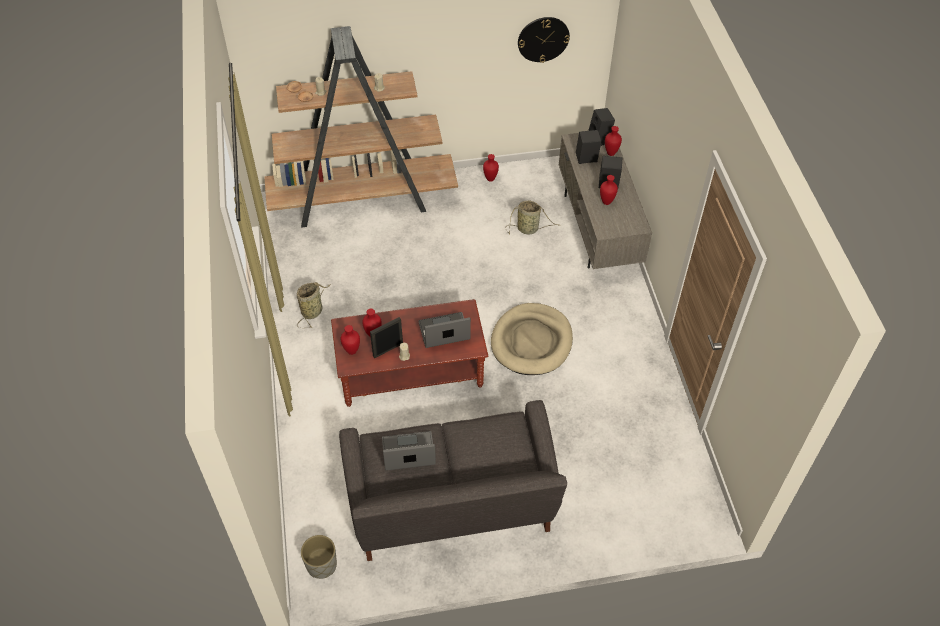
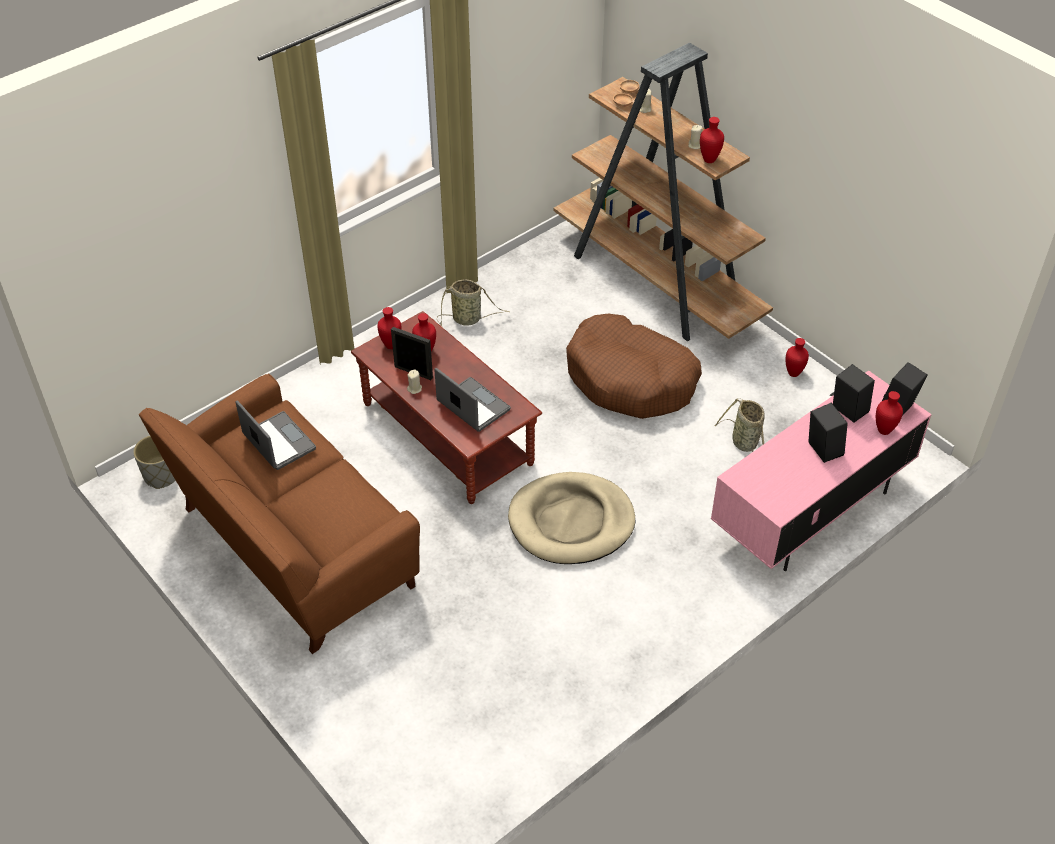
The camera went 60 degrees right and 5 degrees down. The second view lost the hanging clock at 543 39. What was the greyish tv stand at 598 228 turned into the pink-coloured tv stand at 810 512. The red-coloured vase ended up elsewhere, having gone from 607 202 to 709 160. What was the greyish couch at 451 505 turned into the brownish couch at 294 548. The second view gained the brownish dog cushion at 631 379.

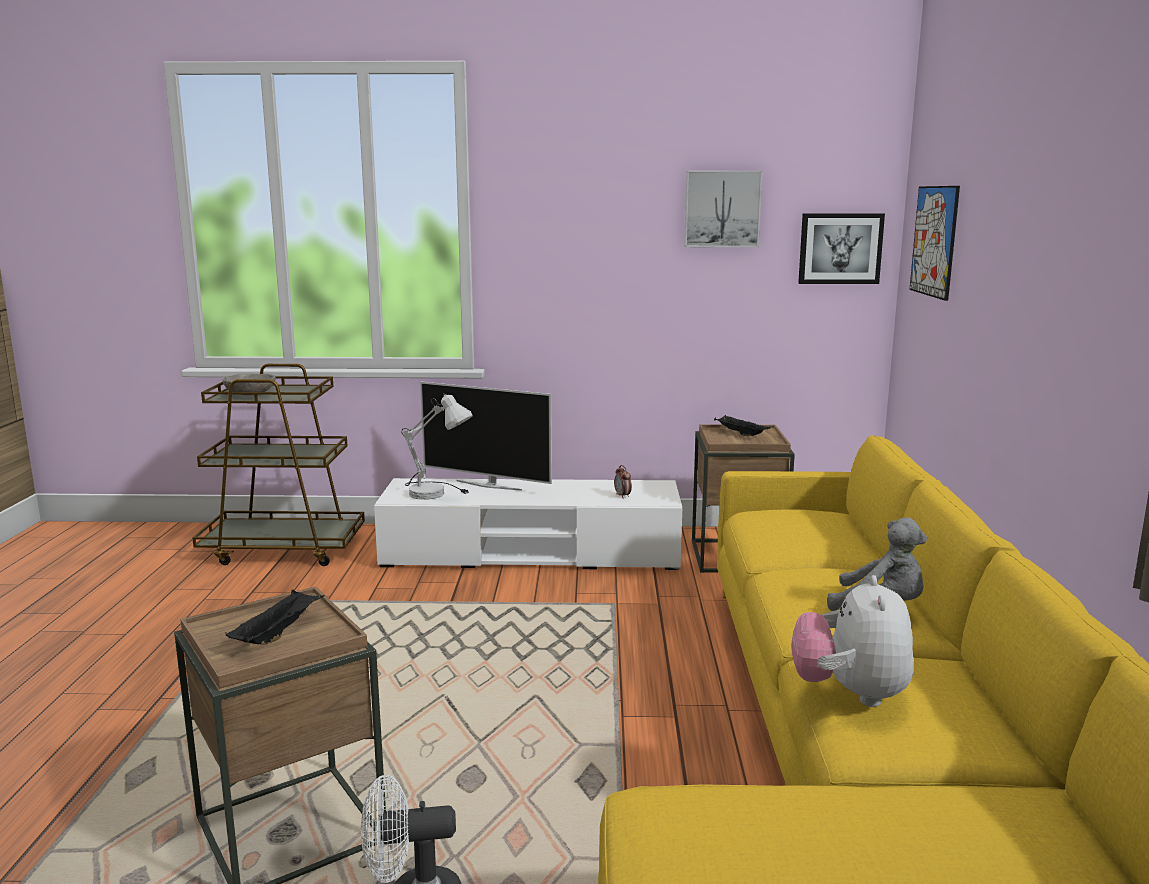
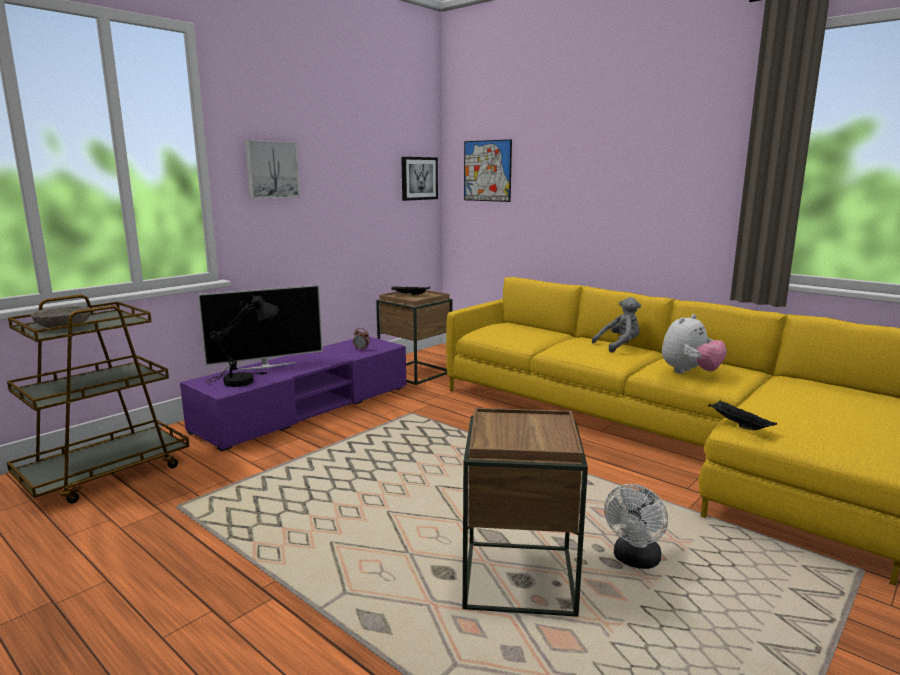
The camera went 50 degrees left and 0 degrees up. The wall art ended up elsewhere, having gone from 722 209 to 271 170. What was the white-coloured tabletop lamp at 438 493 turned into the blackish tabletop lamp at 244 379. What was the white-coloured tv stand at 531 553 turned into the purple-coloured tv stand at 306 408. The cuddly toy at 850 694 ended up facing another way, 90 degrees counterclockwise from before. The blackish carrying tray ended up elsewhere, having gone from 278 633 to 738 425.

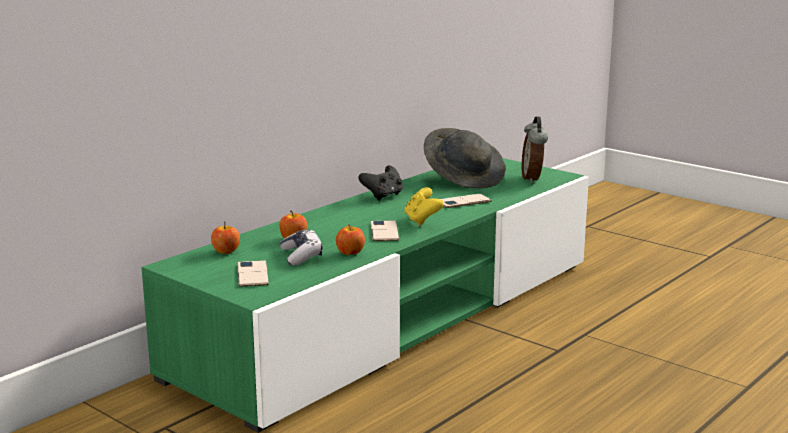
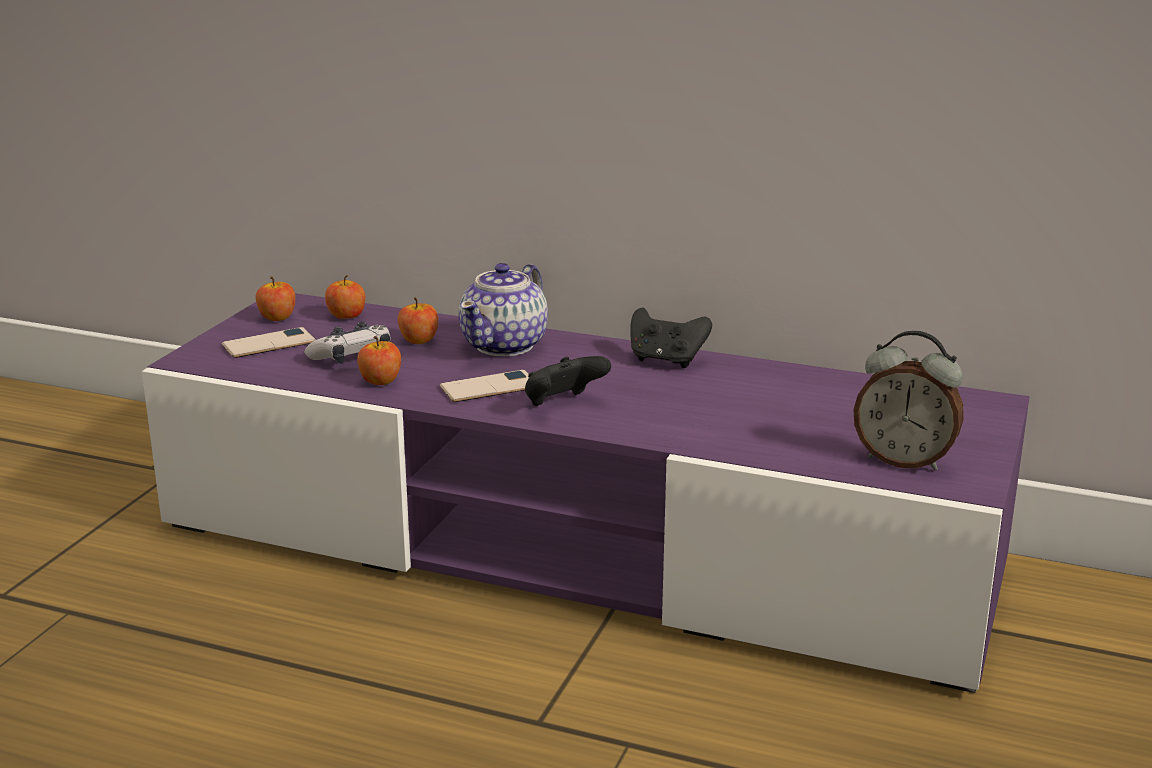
The camera went 70 degrees right and 5 degrees up. The alarm clock at 533 179 ended up facing another way, 135 degrees counterclockwise from before. The second view lost the greyish hat at 464 178. What was the green tv stand at 394 317 turned into the purple-coloured tv stand at 576 547. What was the yellow gamepad at 422 220 turned into the blackish gamepad at 563 404. The second view lost the handset at 463 201. The second view gained the teapot at 505 345. The second view gained the apple at 277 318.

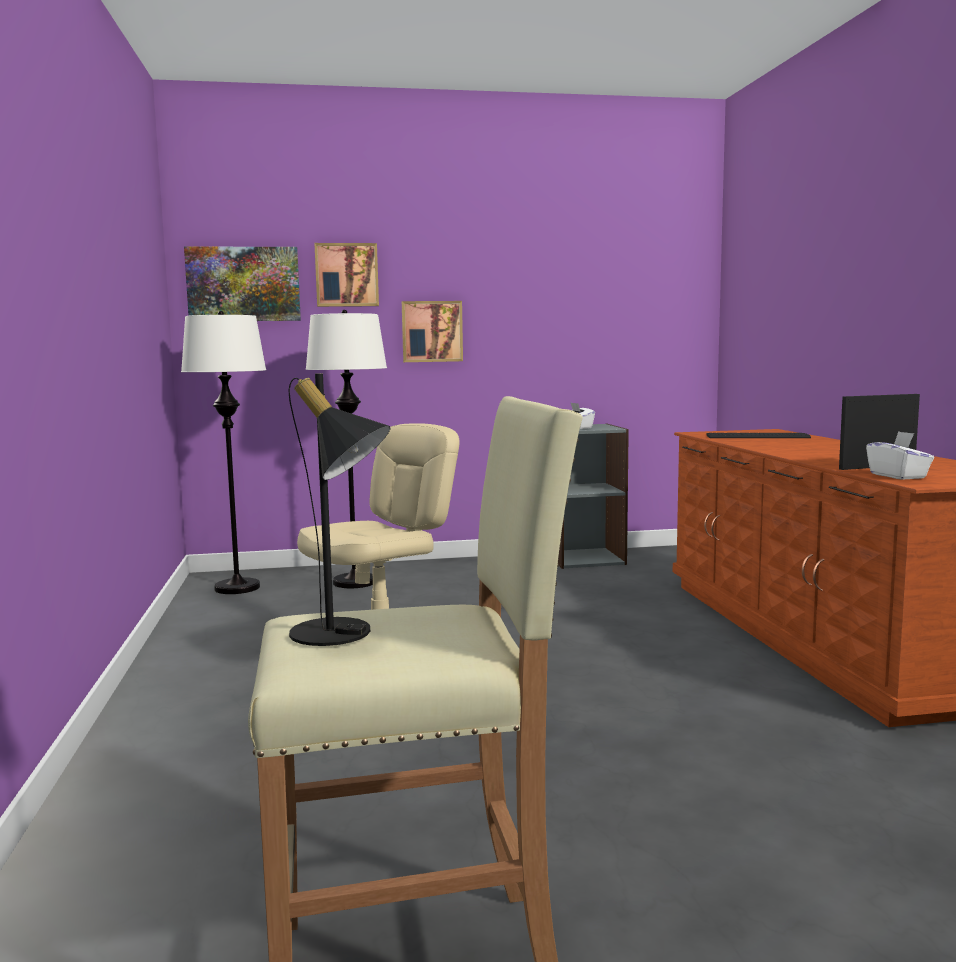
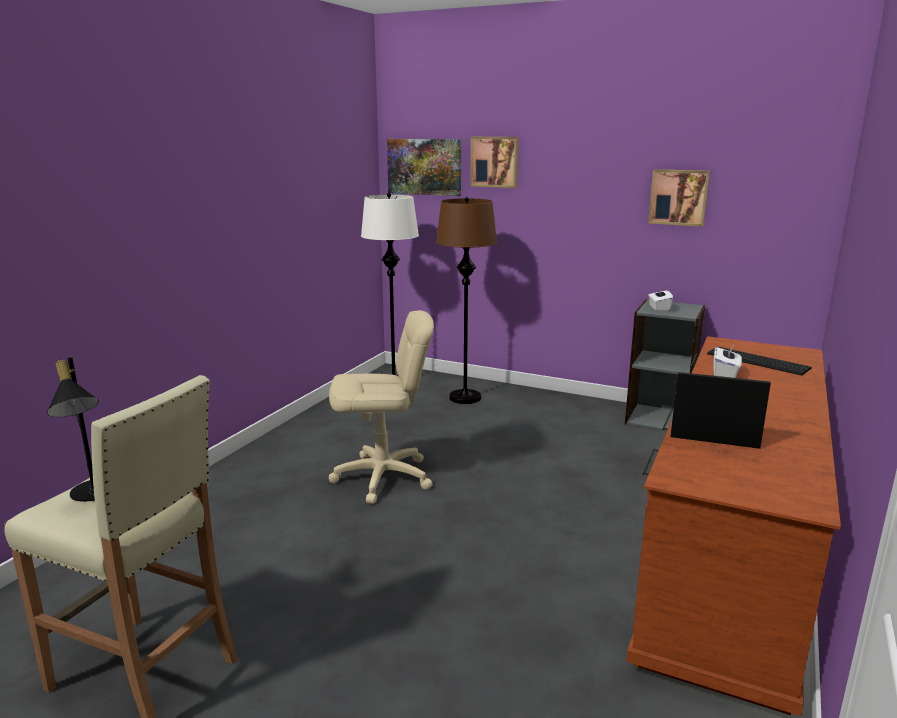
The camera went 35 degrees right and 10 degrees up. The wall art ended up elsewhere, having gone from 432 331 to 678 197. What was the white-coloured standard lamp at 354 582 turned into the brownish standard lamp at 464 398. The white-coloured tissue box ended up elsewhere, having gone from 898 476 to 725 374.

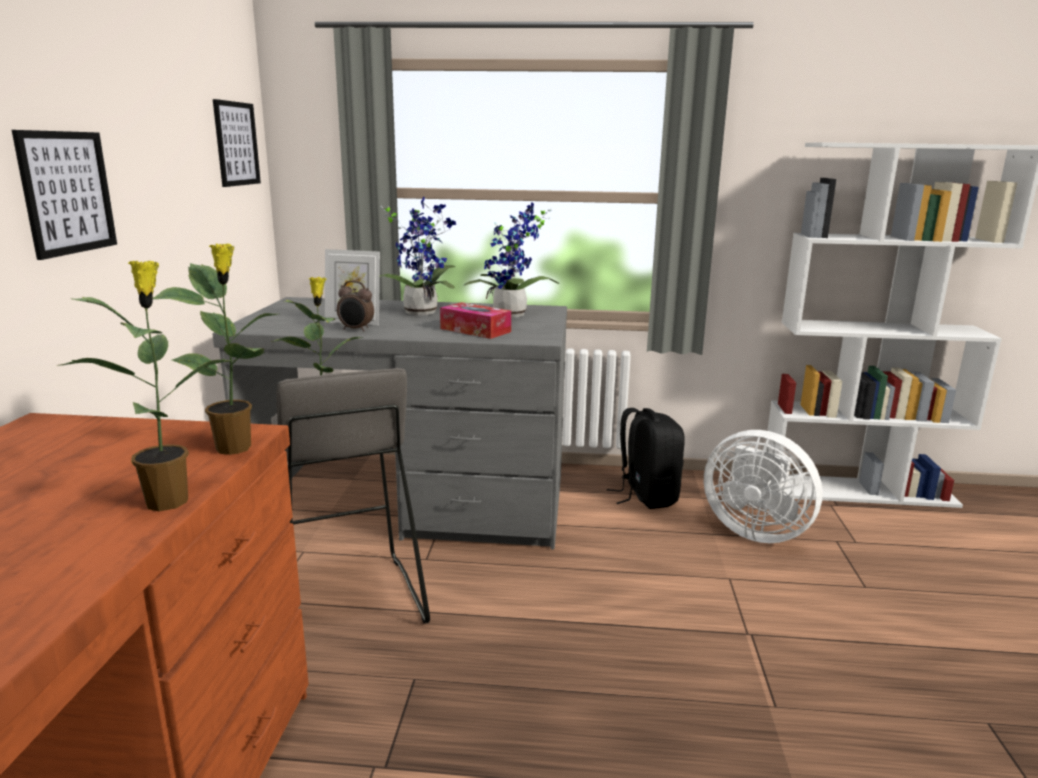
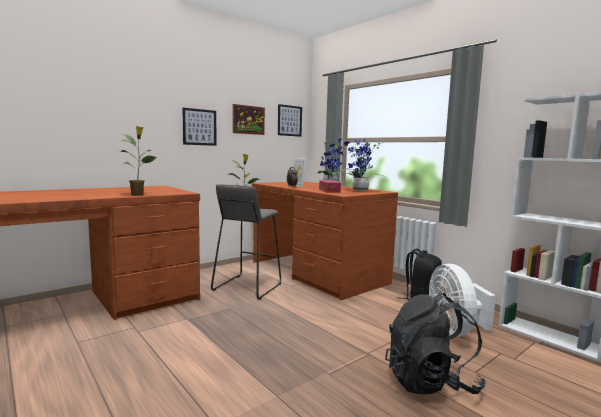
The camera went 45 degrees right and 10 degrees down. The second view lost the plant in a pot at 236 448. What was the greyish desk at 414 503 turned into the brownish desk at 316 272. The second view gained the wall art at 248 120. The second view gained the blackish backpack at 430 382.

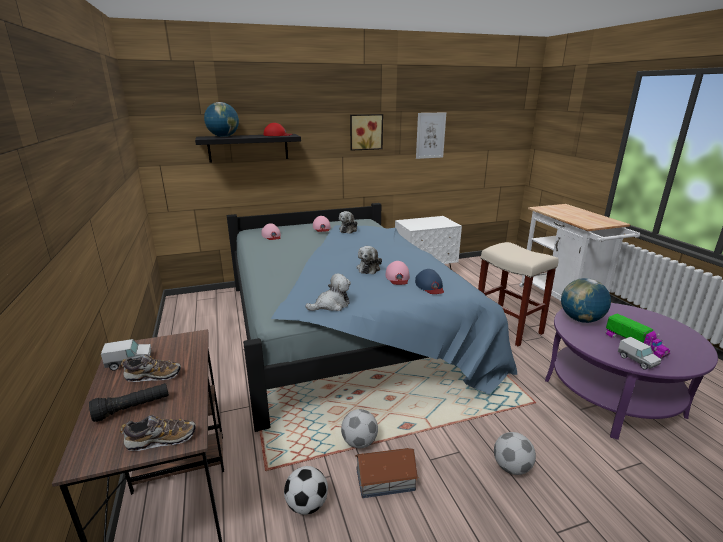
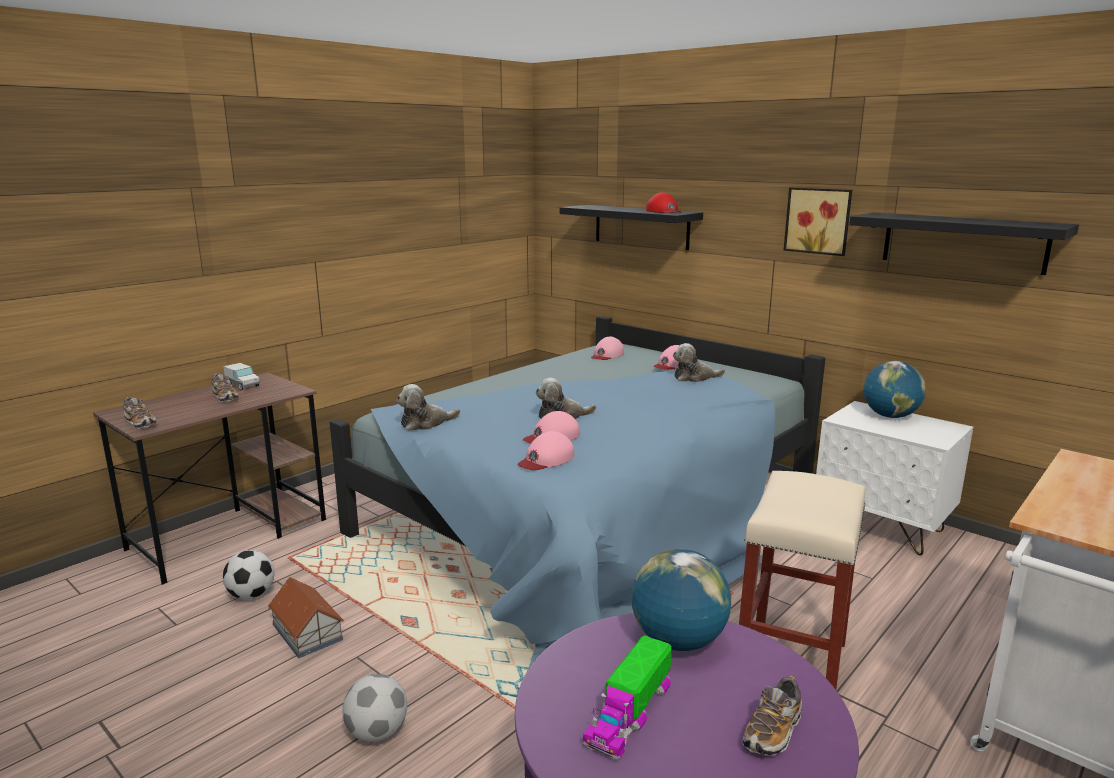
The camera went 60 degrees right and 5 degrees down. The globe ended up elsewhere, having gone from 223 137 to 890 416. Where the wall art hung at 430 135, the blackish wall shelf came to hang at 963 242. What was the blue cap at 430 286 turned into the pink-coloured cap at 546 459. The cuddly toy at 331 305 ended up facing another way, 120 degrees clockwise from before. The second view lost the model truck at 637 361. The second view lost the blackish flashlight at 133 408. The second view lost the football ball at 359 442. The second view gained the shoe at 773 731.

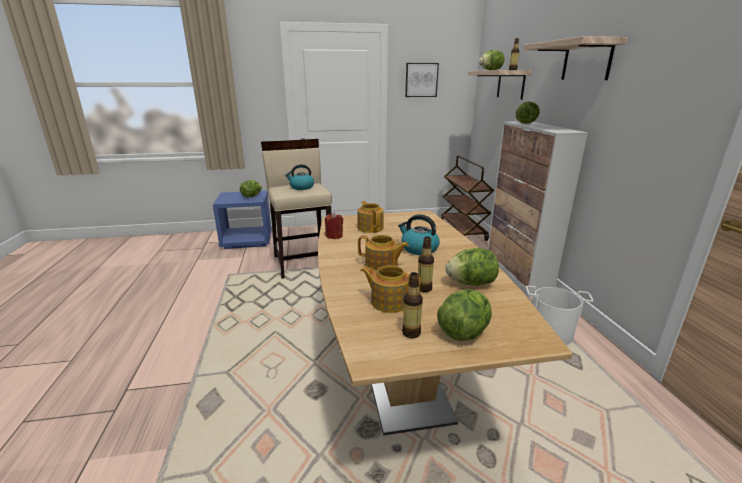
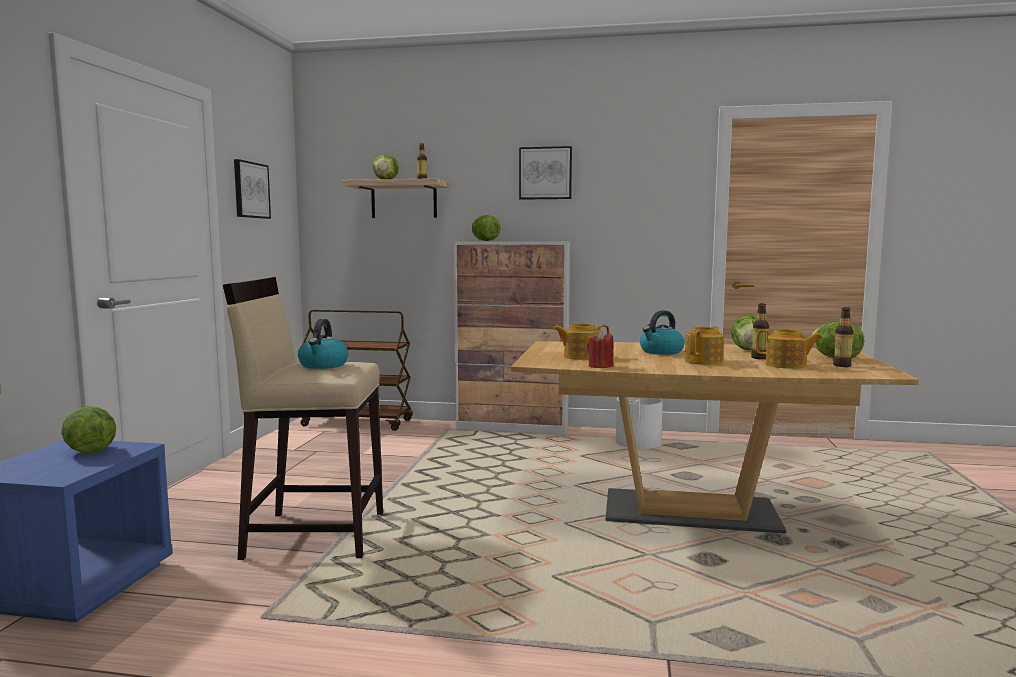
The camera went 70 degrees left and 15 degrees down. Where the wall shelf hung at 586 61, the wall art came to hang at 545 173. The teapot at 389 301 ended up facing another way, 105 degrees counterclockwise from before.

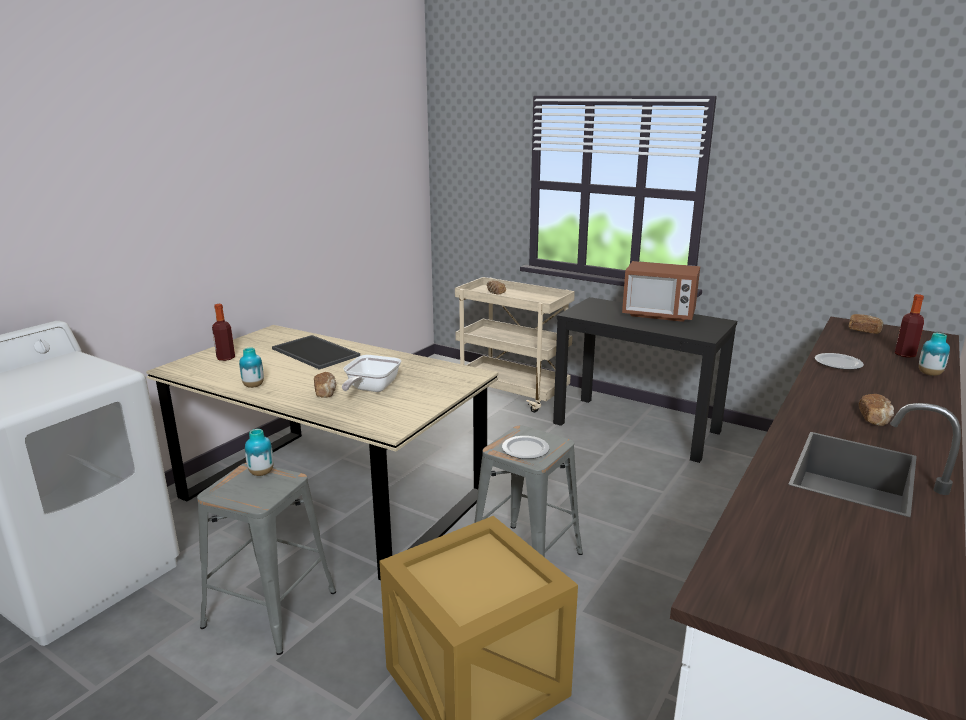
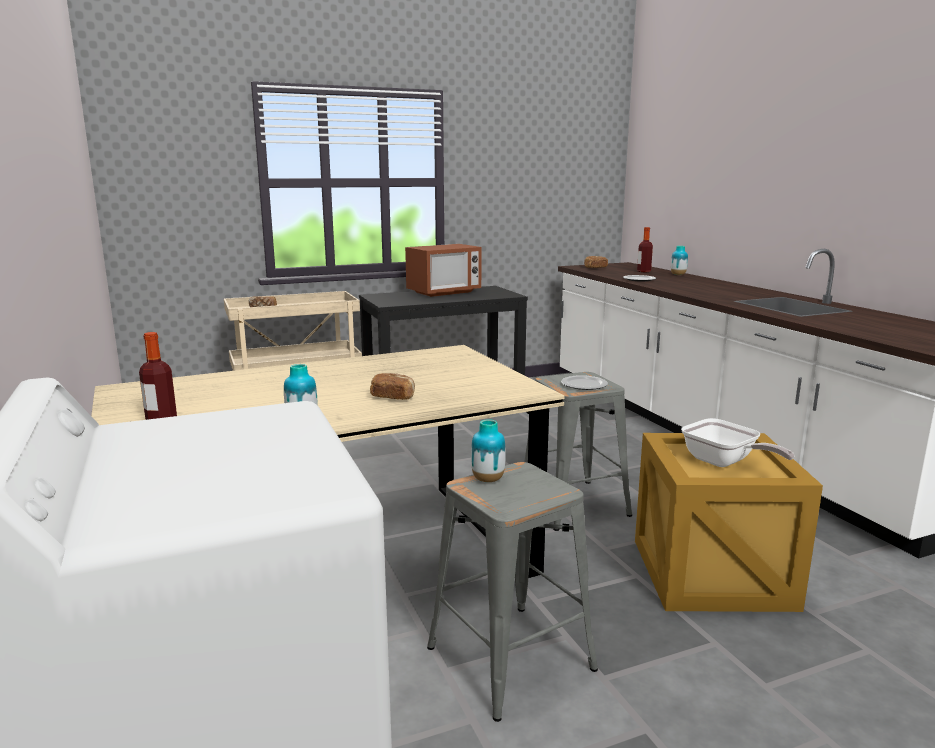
The camera went 55 degrees left and 5 degrees down. The second view lost the carrying tray at 317 352. The pan ended up elsewhere, having gone from 370 389 to 724 463. The second view lost the baked bread at 875 419.

